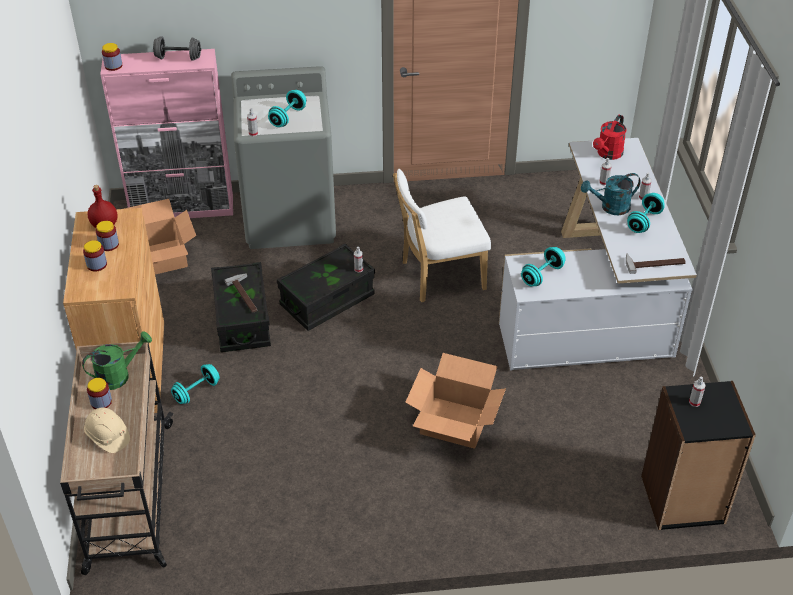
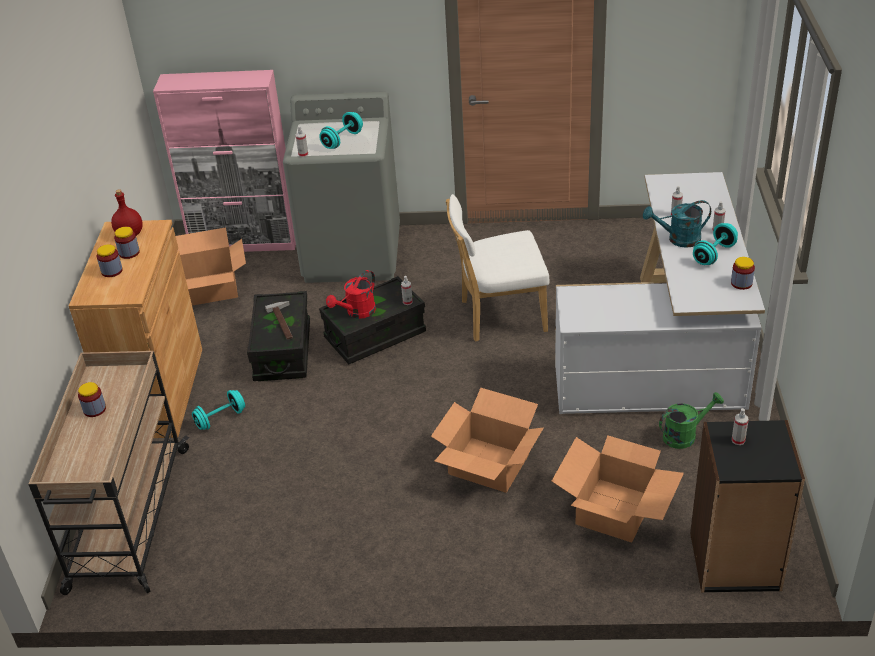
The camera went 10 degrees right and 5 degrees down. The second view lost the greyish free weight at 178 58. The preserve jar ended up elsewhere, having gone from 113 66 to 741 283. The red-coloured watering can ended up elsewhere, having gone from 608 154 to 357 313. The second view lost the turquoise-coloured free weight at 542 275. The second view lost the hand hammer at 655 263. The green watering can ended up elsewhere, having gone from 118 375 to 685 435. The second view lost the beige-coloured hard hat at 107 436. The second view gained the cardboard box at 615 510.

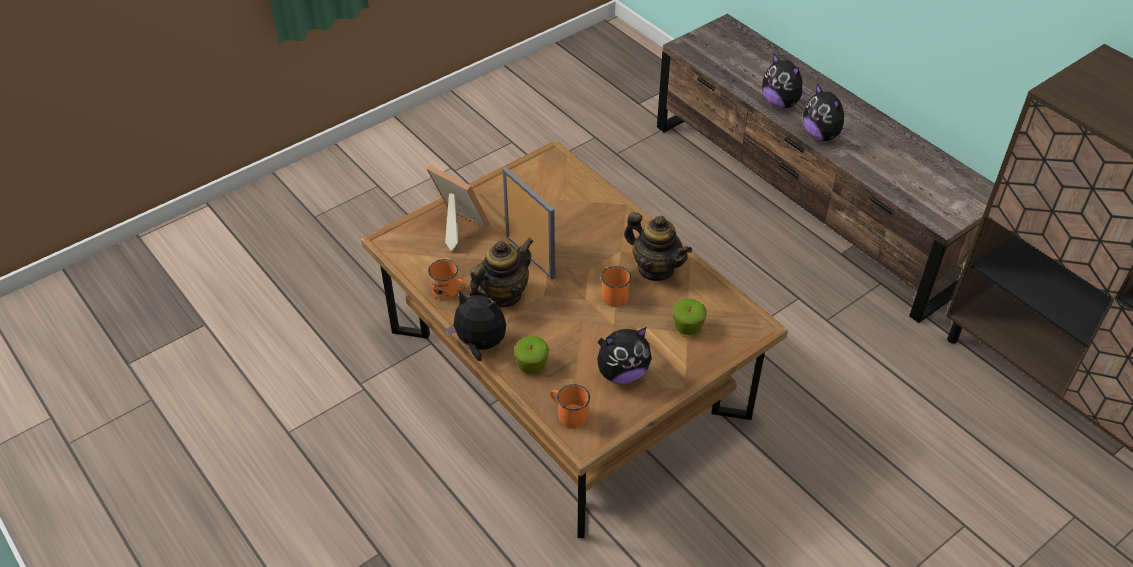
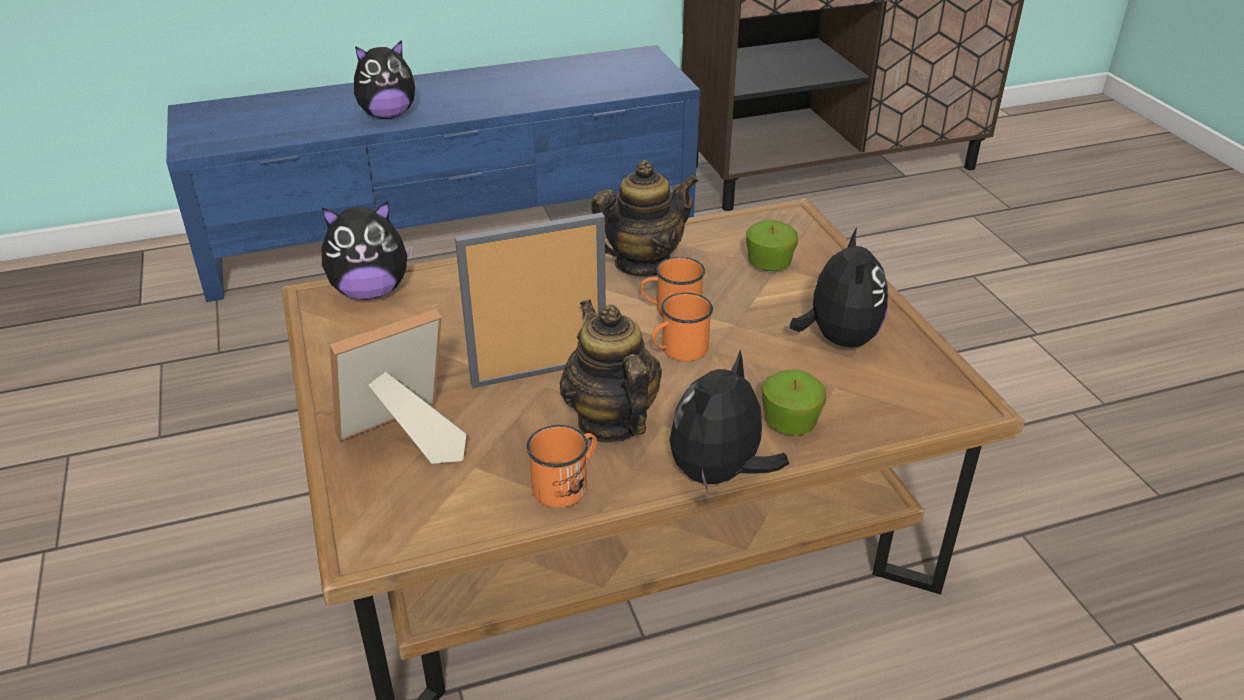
The camera went 70 degrees left and 10 degrees down. What was the brownish tv stand at 808 199 turned into the blue tv stand at 455 228. The cuddly toy ended up elsewhere, having gone from 822 135 to 370 291. The orangey mug ended up elsewhere, having gone from 569 414 to 678 351.

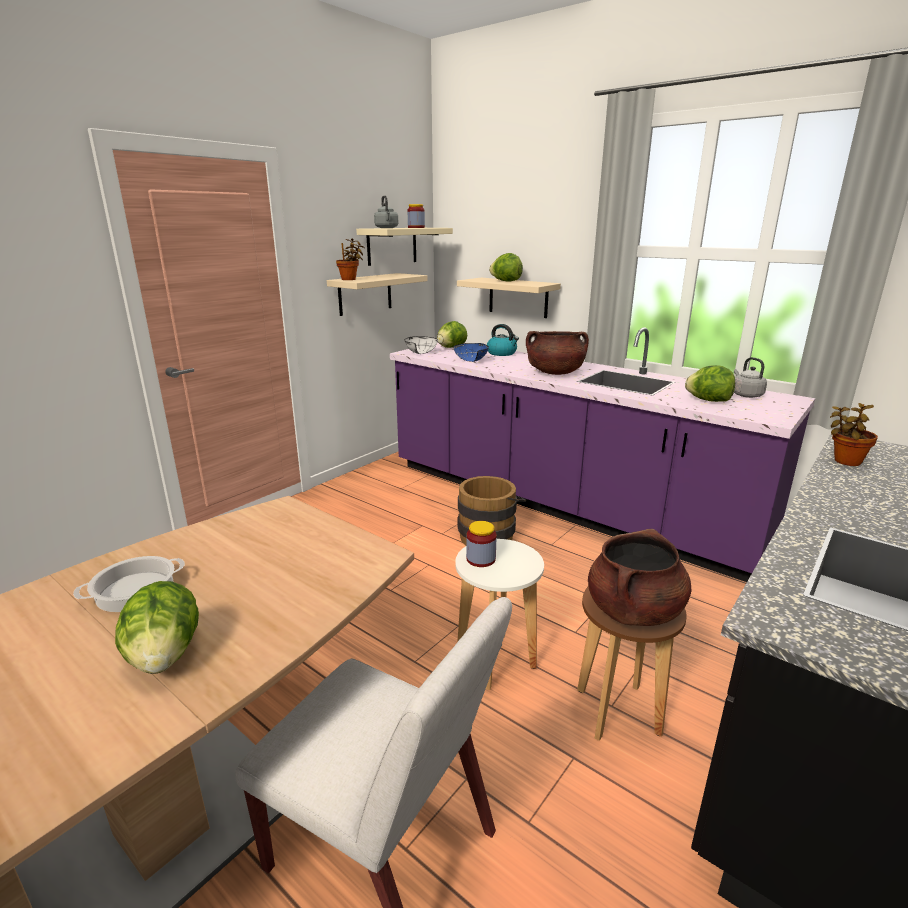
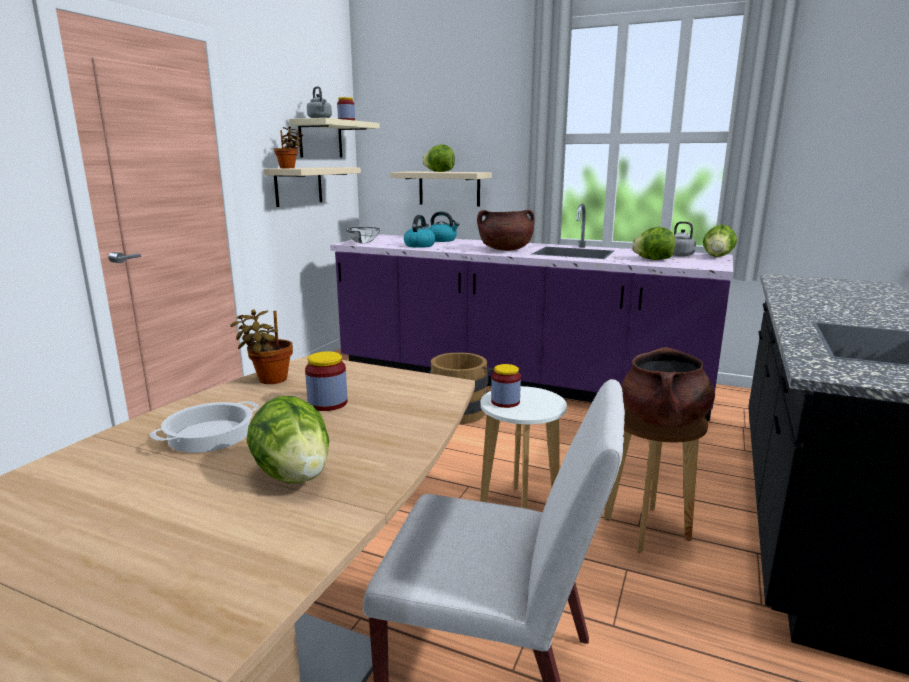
The camera went 15 degrees left and 5 degrees down. The head of lettuce ended up elsewhere, having gone from 451 347 to 717 256. Where the blue serving bowl stood at 472 360, the water kettle came to stand at 419 245. The plant in a pot ended up elsewhere, having gone from 844 462 to 269 380. The second view gained the preserve jar at 327 403.

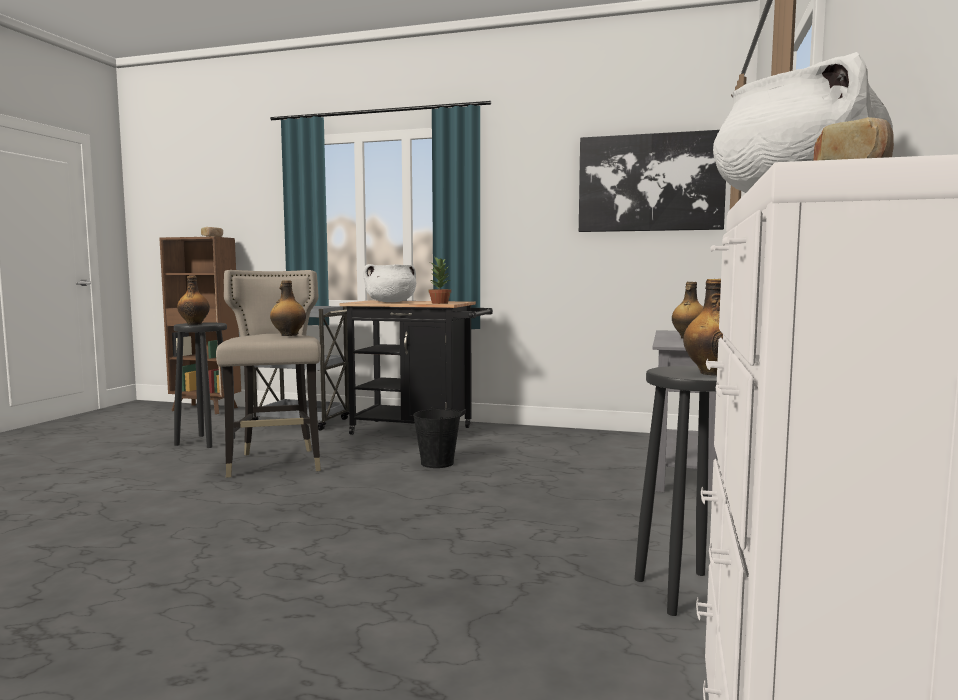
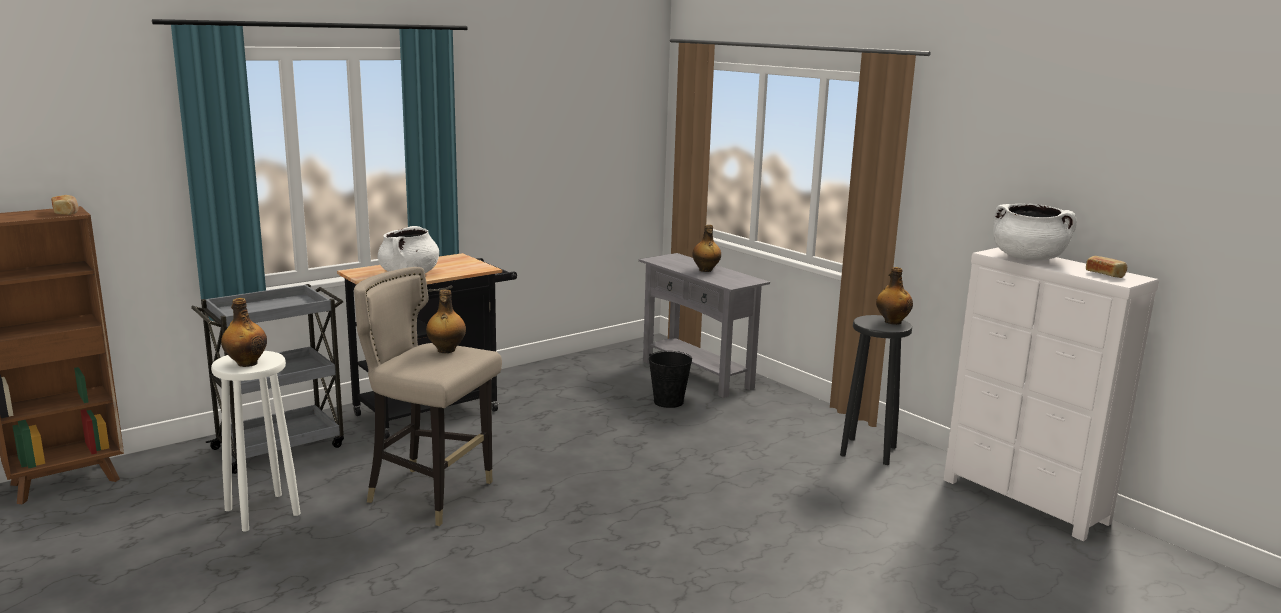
The camera went 55 degrees left and 10 degrees up. The second view lost the wall art at 650 183. The second view lost the plant in a pot at 440 303. What was the blackish stool at 206 441 turned into the white-coloured stool at 262 511. The blackish bucket ended up elsewhere, having gone from 437 463 to 668 402.

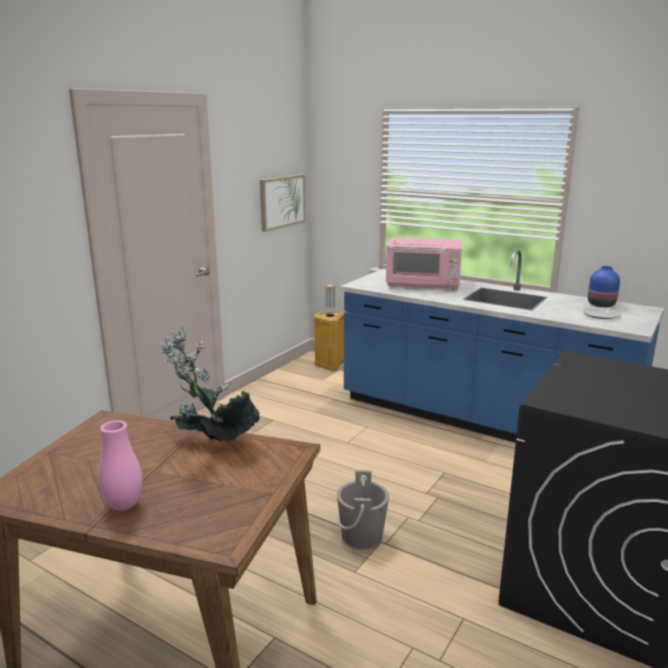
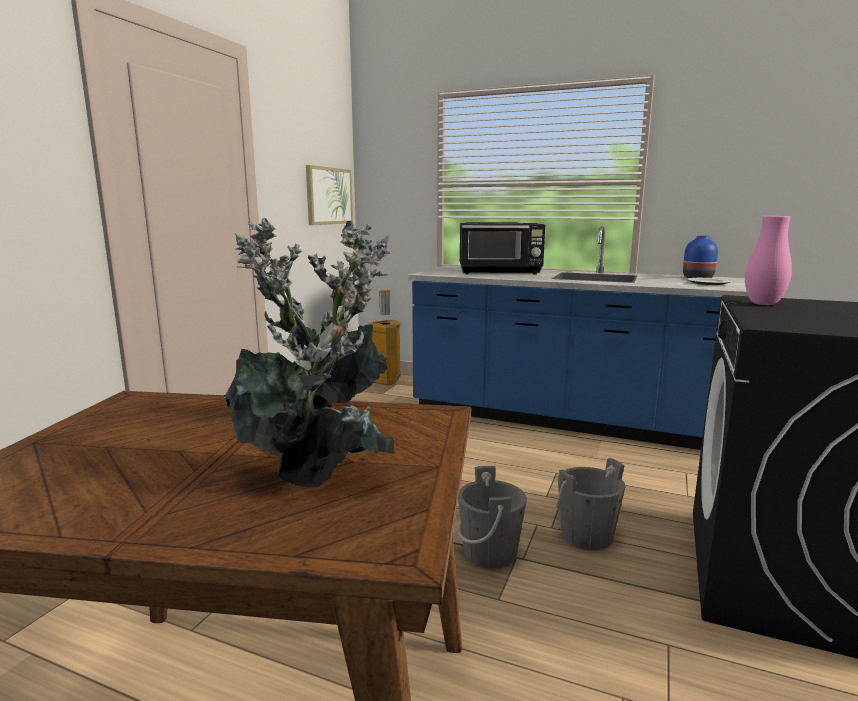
The camera went 10 degrees left and 5 degrees down. What was the pink-coloured microwave at 424 285 turned into the blackish microwave at 500 272. The pink-coloured vase ended up elsewhere, having gone from 123 505 to 763 304. The second view gained the plant in a pot at 318 473. The second view gained the greyish bucket at 586 535.

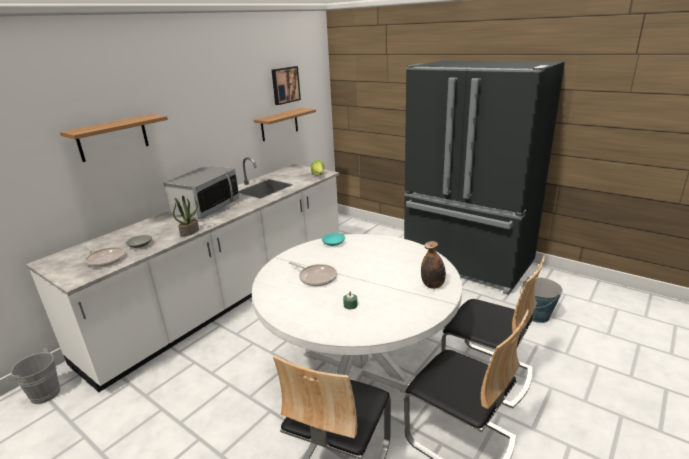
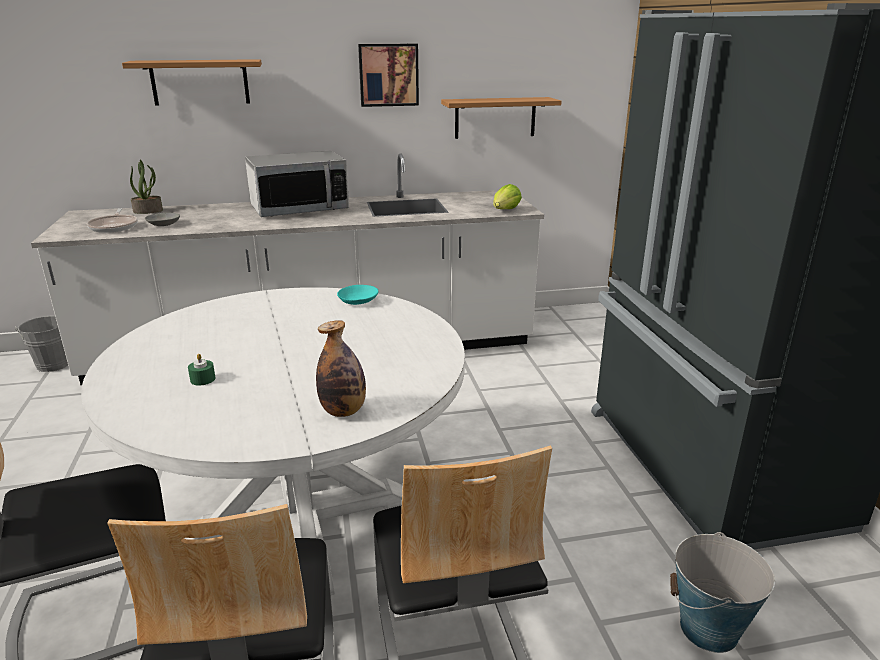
The camera went 40 degrees right and 0 degrees up. The wall art ended up elsewhere, having gone from 285 85 to 388 75. The plant in a pot ended up elsewhere, having gone from 189 232 to 148 211. The second view lost the pan at 316 277.

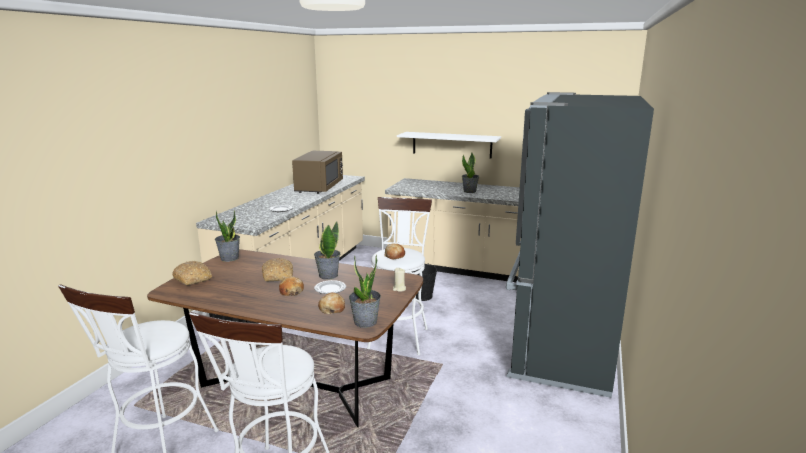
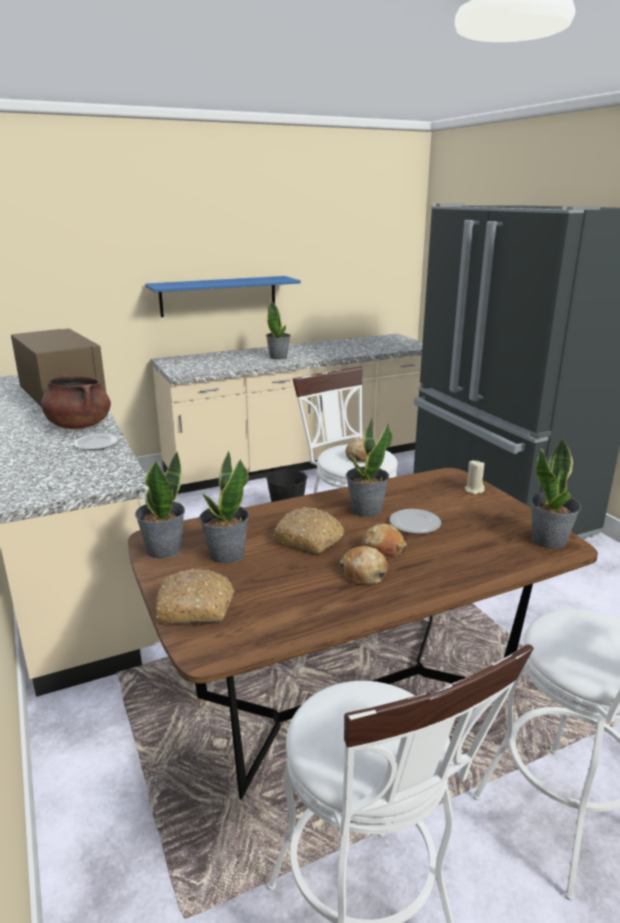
The camera went 45 degrees left and 5 degrees up. What was the white-coloured wall shelf at 451 144 turned into the blue wall shelf at 218 296. The baked bread ended up elsewhere, having gone from 332 308 to 363 573. The second view gained the brownish cooking pot at 79 425. The second view gained the plant in a pot at 226 554.

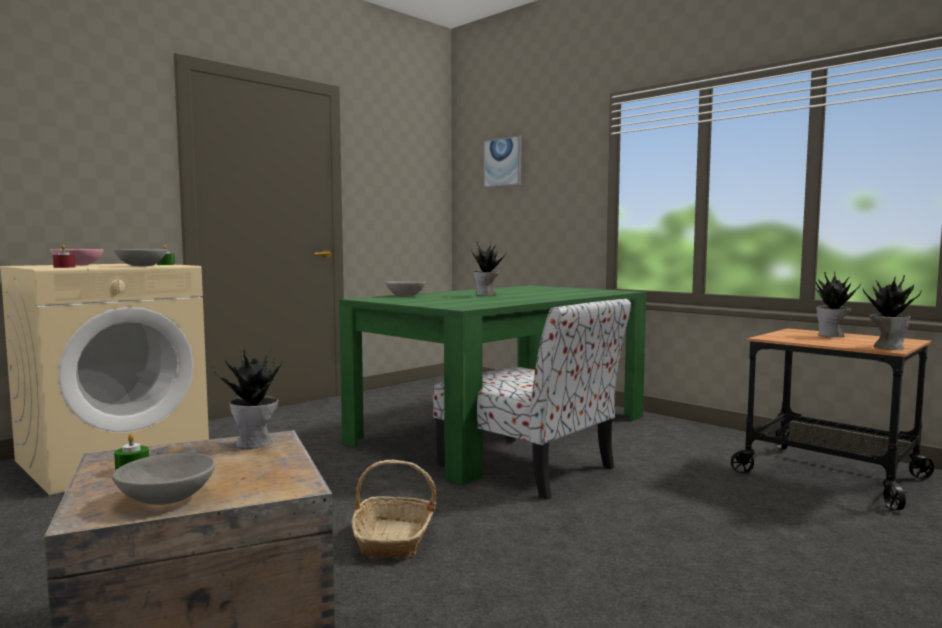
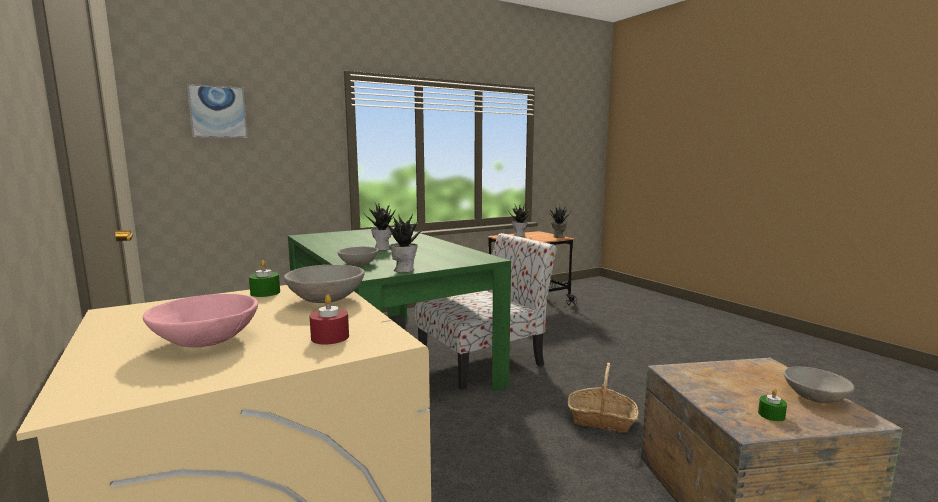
The camera went 75 degrees left and 5 degrees up. The plant in a pot ended up elsewhere, having gone from 255 443 to 404 269.

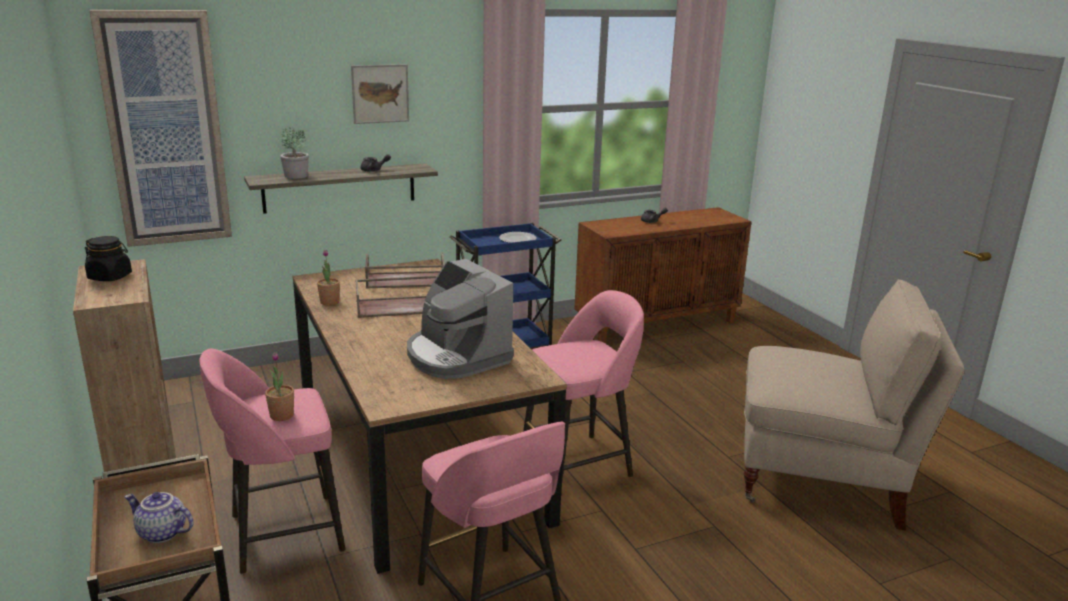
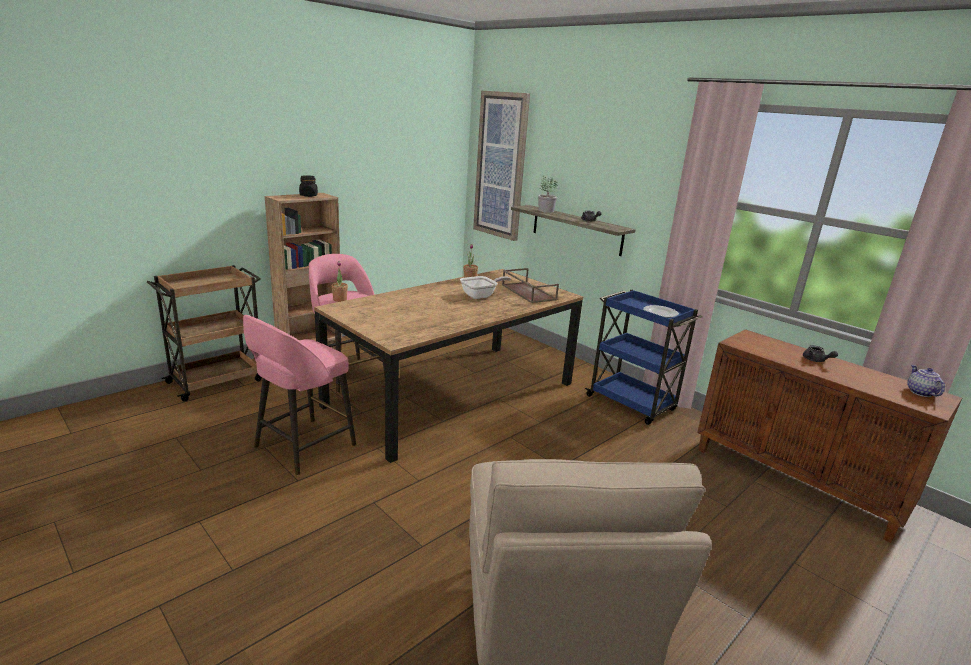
The camera went 70 degrees right and 0 degrees up. The second view lost the wall art at 380 93. The second view lost the coffee brewer at 456 356. Where the brownish carrying tray stood at 400 306, the pan came to stand at 481 296. The second view lost the pink-coloured stool at 579 463. The teapot ended up elsewhere, having gone from 161 533 to 920 392.

